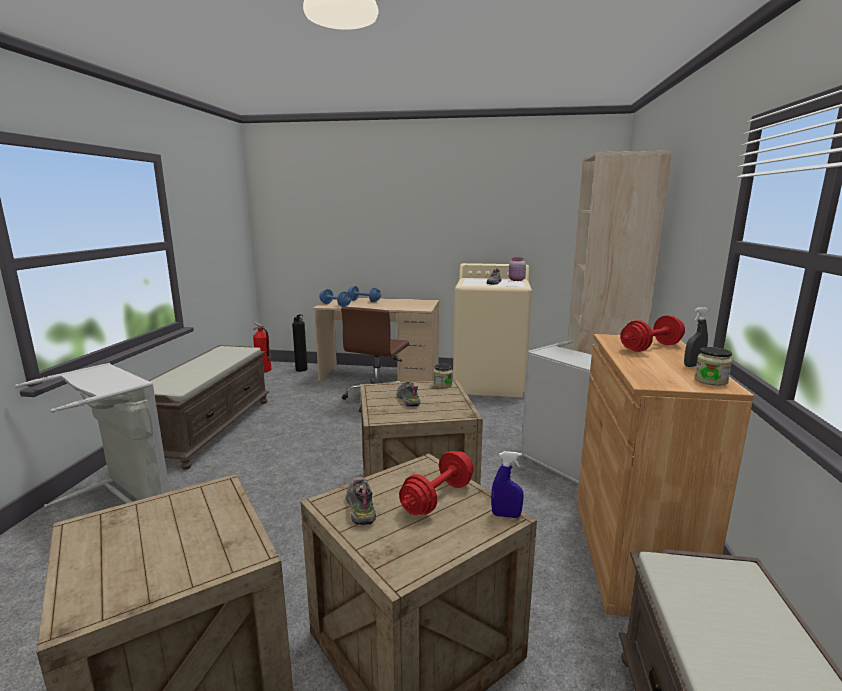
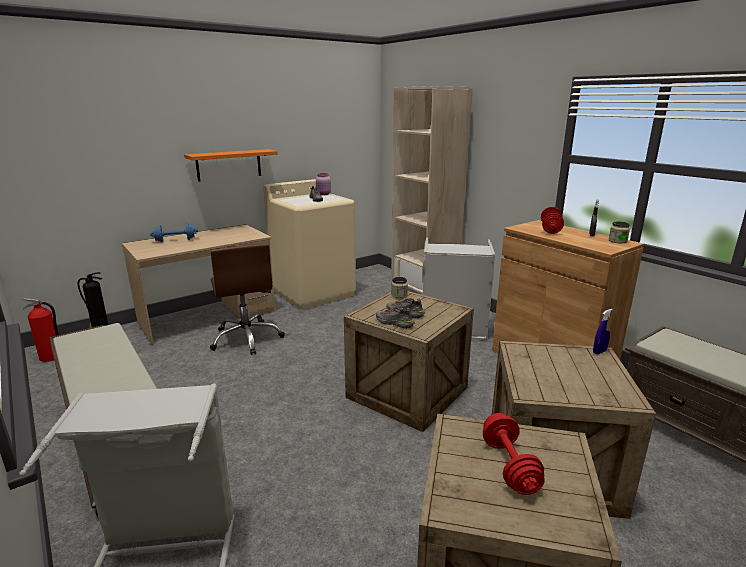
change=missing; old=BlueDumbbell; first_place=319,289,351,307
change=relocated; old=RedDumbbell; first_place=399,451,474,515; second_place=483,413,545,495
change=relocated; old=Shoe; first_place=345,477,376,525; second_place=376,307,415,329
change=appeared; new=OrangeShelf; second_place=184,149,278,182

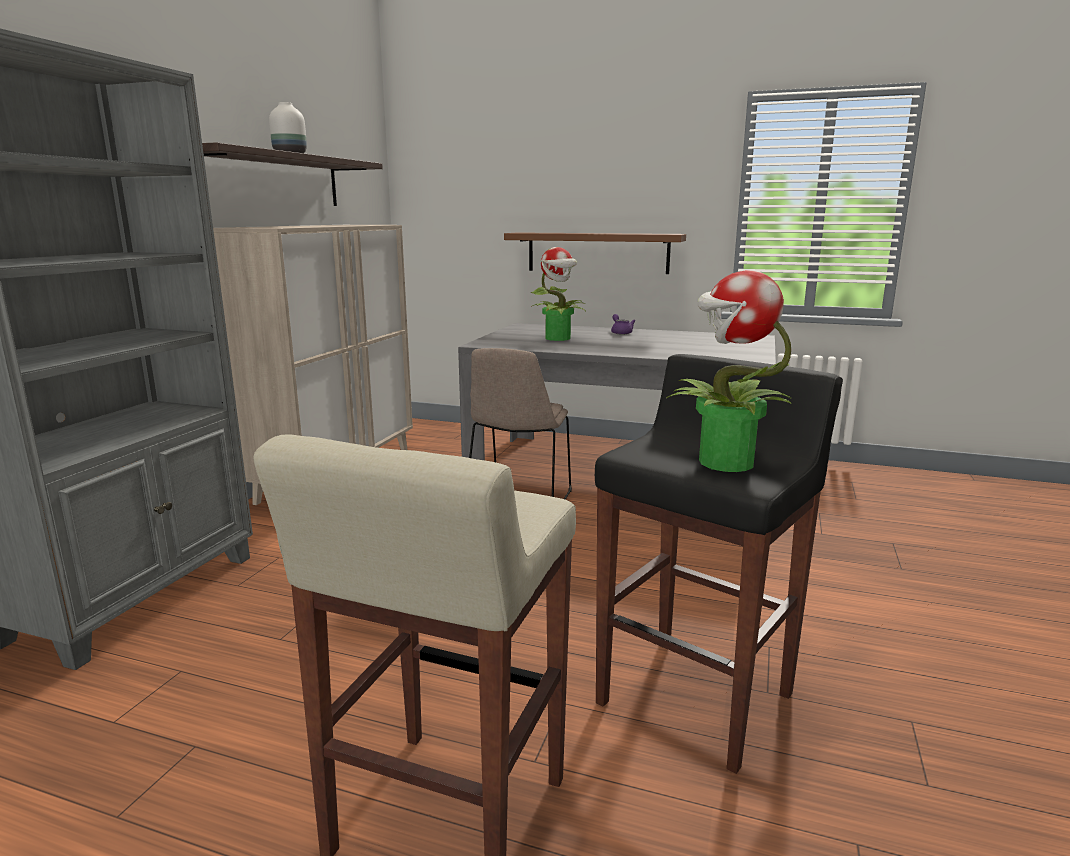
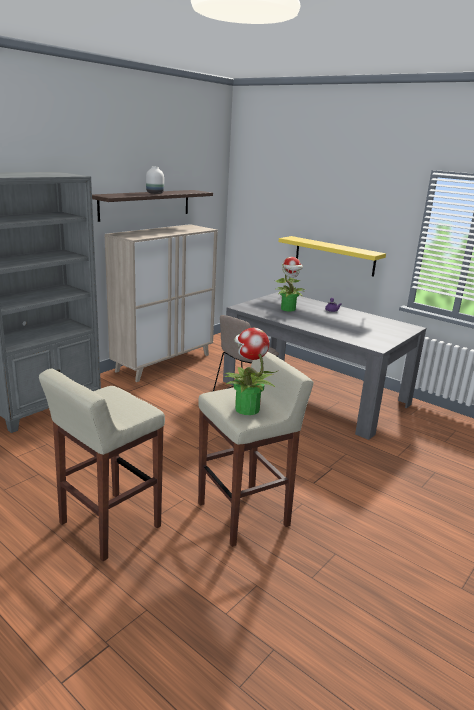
change=colour; old=BrownShelf; new=YellowShelf; first_place=504,232,686,274; second_place=279,236,386,277
change=colour; old=BlackStool; new=BeigeStool; first_place=595,354,843,774; second_place=198,351,313,547

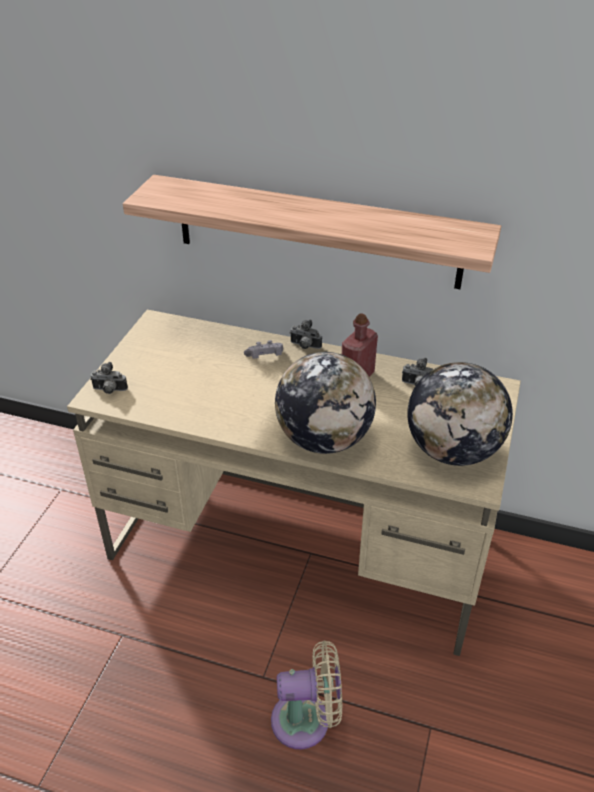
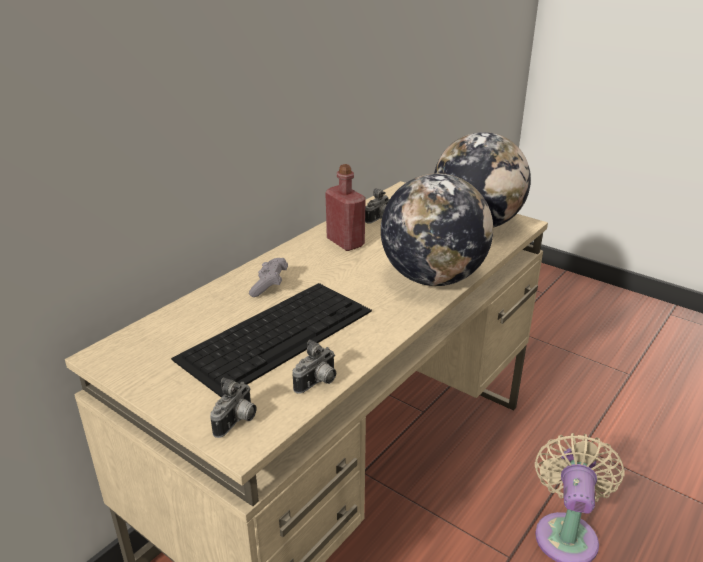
change=missing; old=Shelf; first_place=123,175,501,289
change=relocated; old=PhotoCamera; first_place=290,320,322,349; second_place=292,340,336,393
change=appeared; new=Keyboard; second_place=171,283,372,397

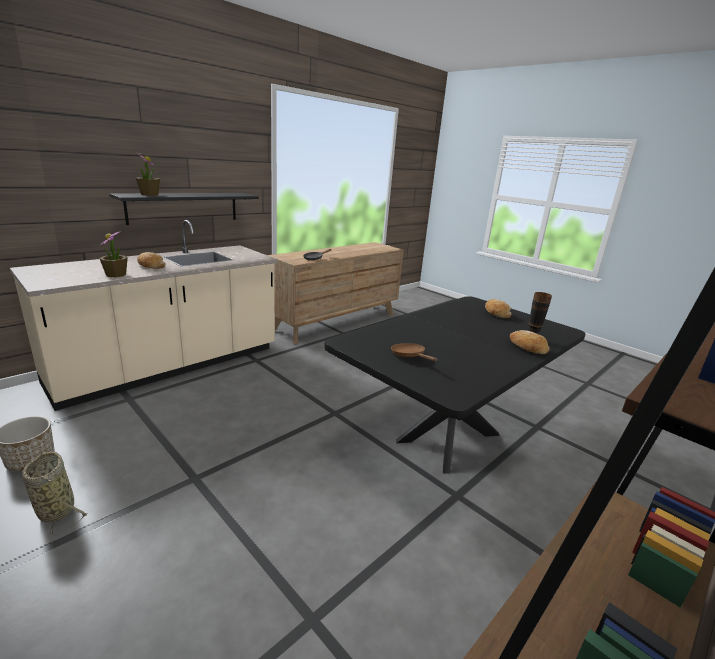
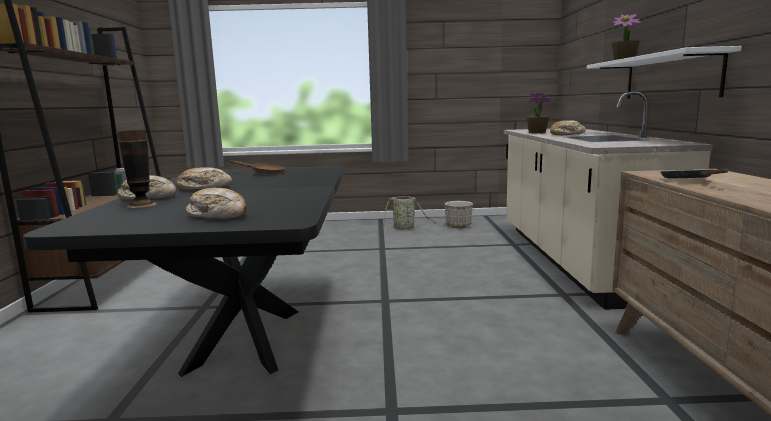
change=colour; old=BlackShelf; new=WhiteShelf; first_place=109,193,259,225; second_place=587,46,742,99
change=appeared; new=Bread; second_place=176,167,232,191

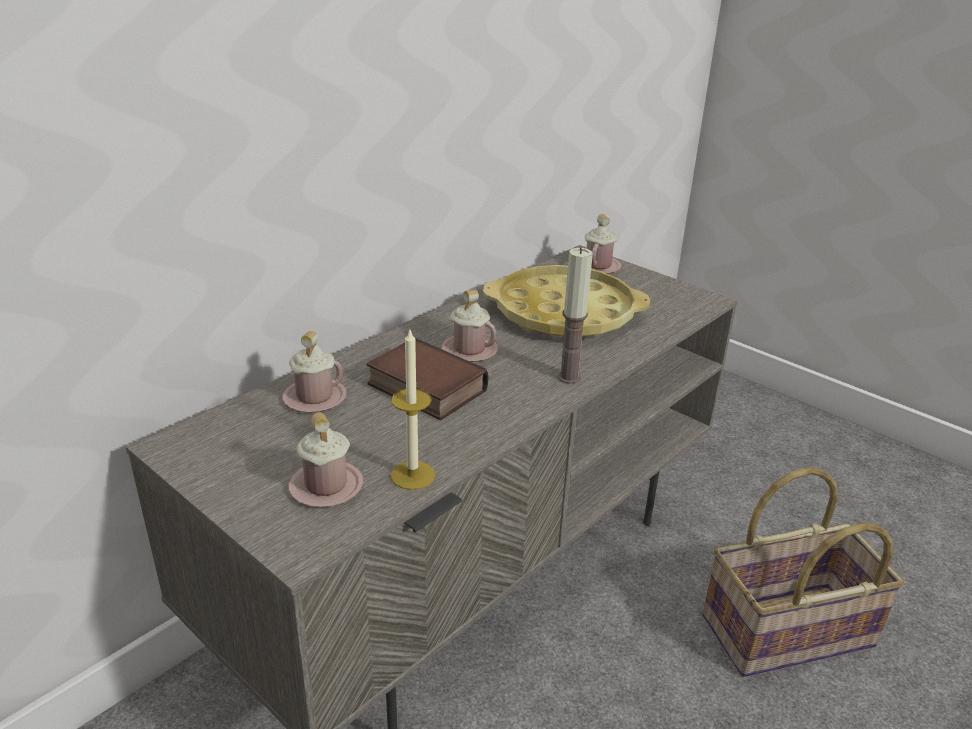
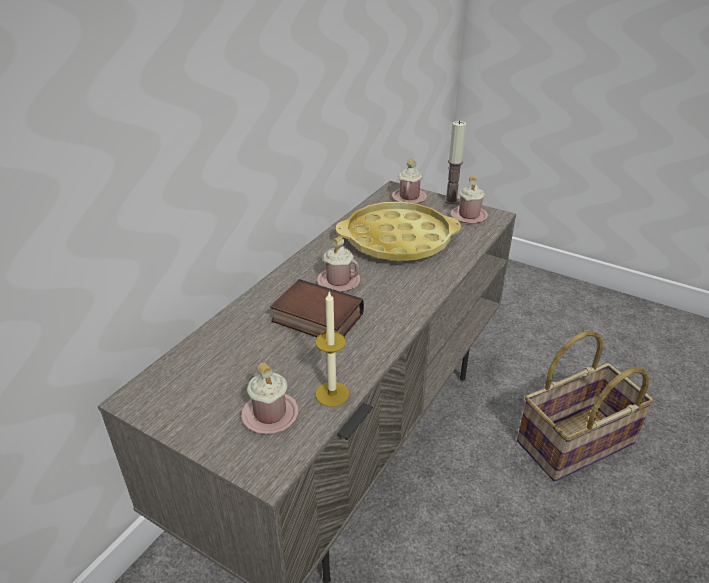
change=relocated; old=Candle; first_place=557,247,593,384; second_place=444,121,466,204
change=relocated; old=PinkMug; first_place=282,331,347,413; second_place=451,176,488,223

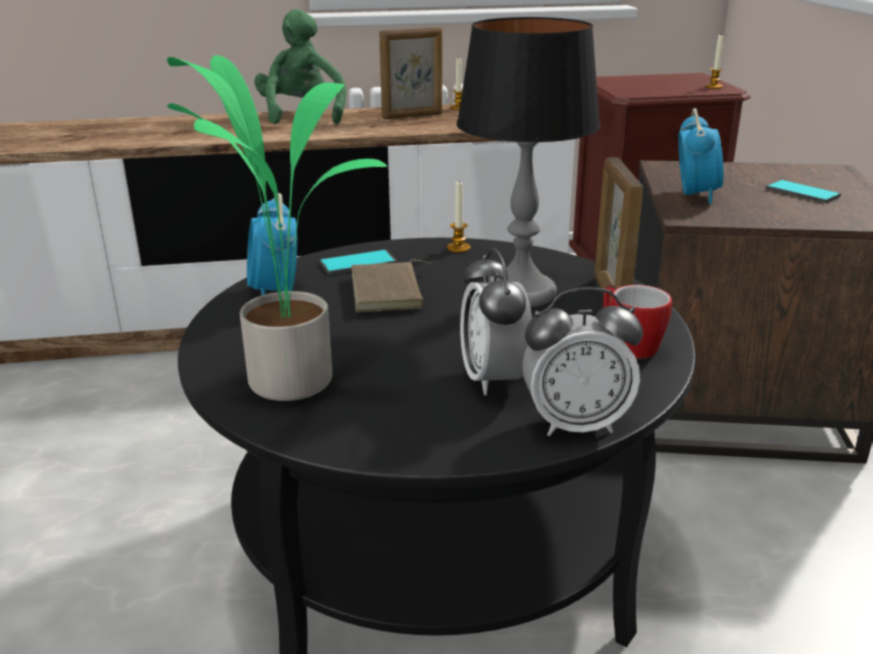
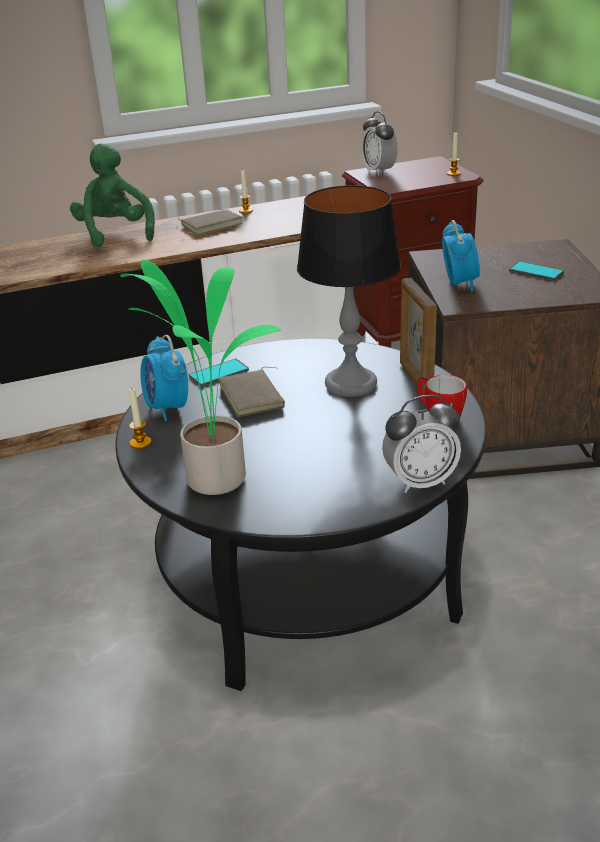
change=exchanged; old=PictureFrame; new=BrownBook; first_place=379,27,442,119; second_place=177,209,242,235
change=relocated; old=Candle; first_place=447,182,470,253; second_place=129,387,151,449
change=relocated; old=AlarmClock; first_place=460,248,532,395; second_place=361,111,398,176

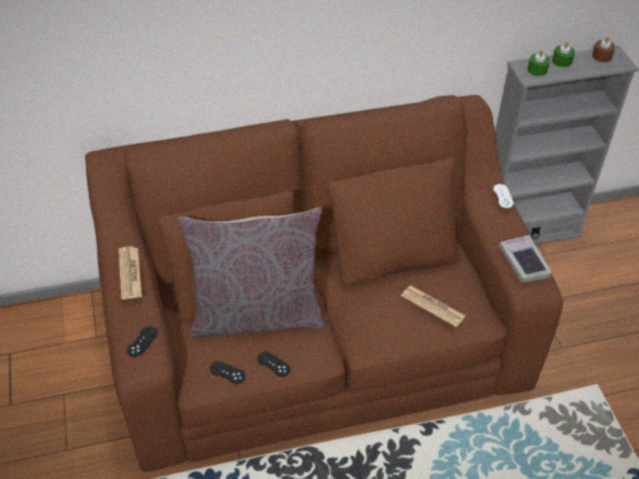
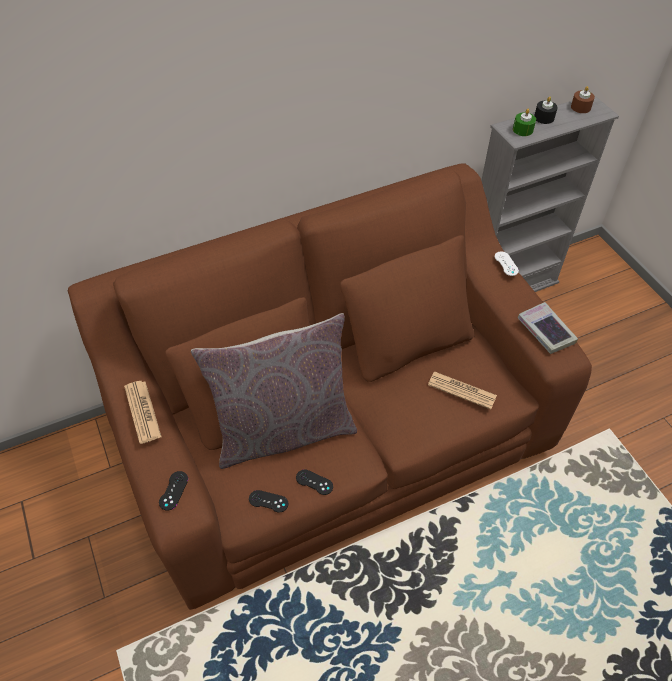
change=colour; old=GreenCandle; new=BlackCandle; first_place=552,42,575,68; second_place=534,97,558,124

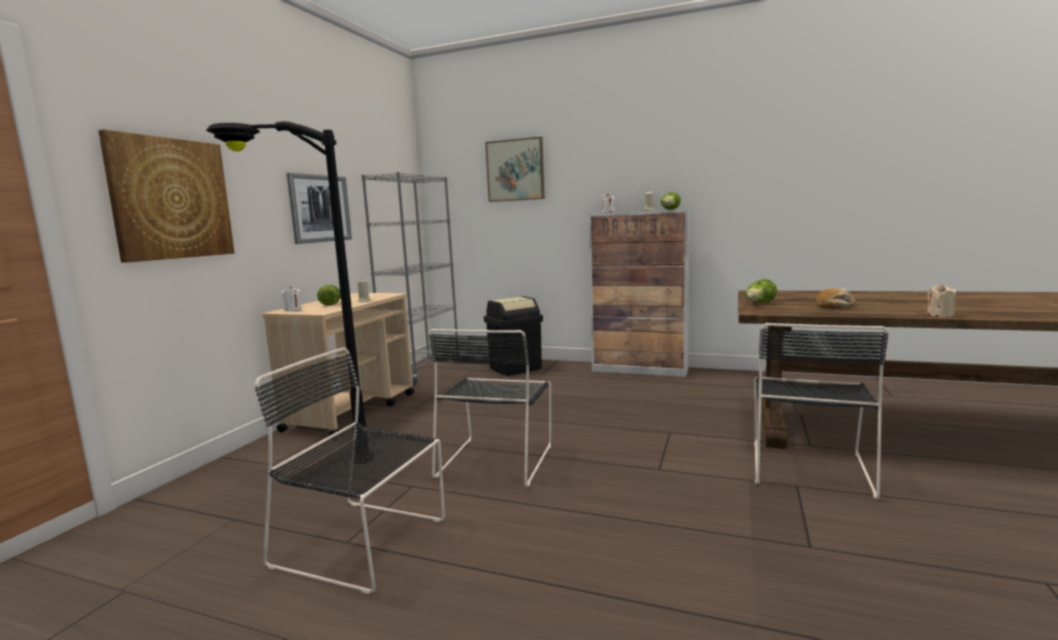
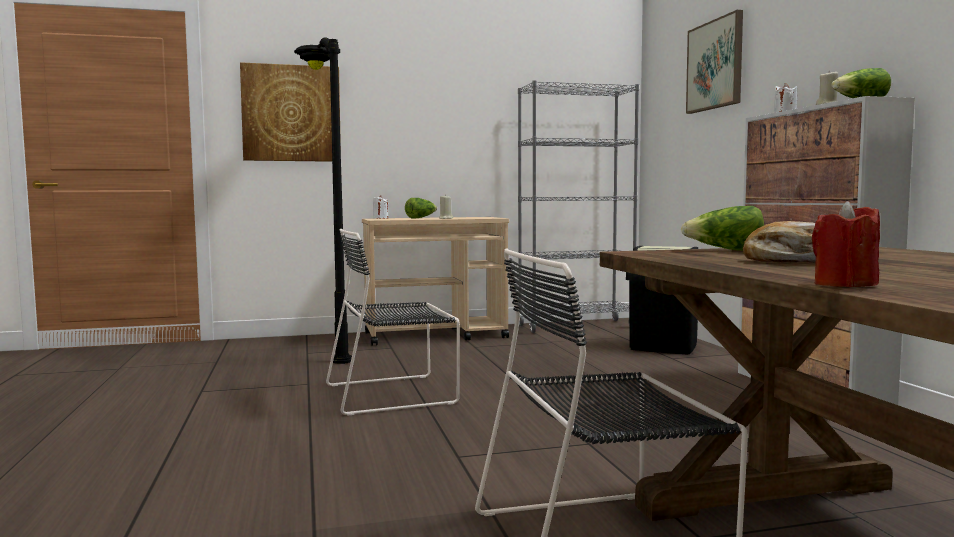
change=missing; old=Picture; first_place=286,173,352,244
change=colour; old=BeigeCandle; new=RedCandle; first_place=927,284,956,317; second_place=812,201,880,287
change=missing; old=BlackChair; first_place=255,348,445,594

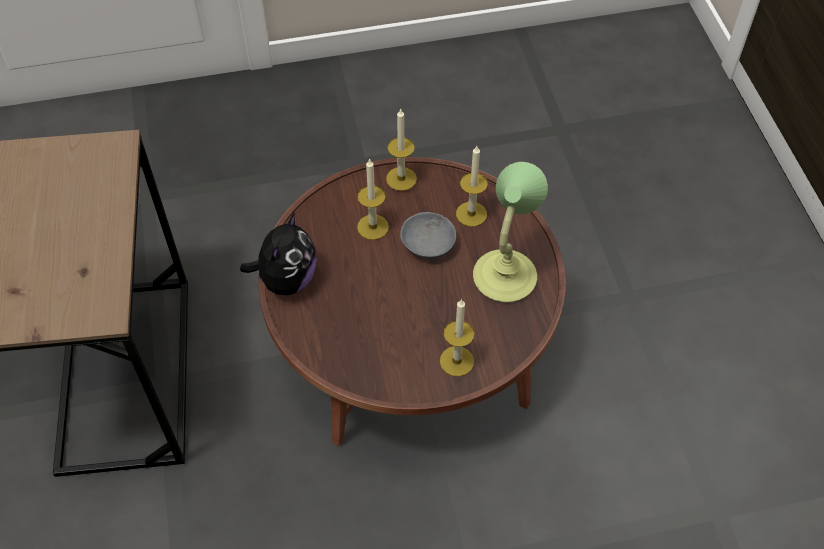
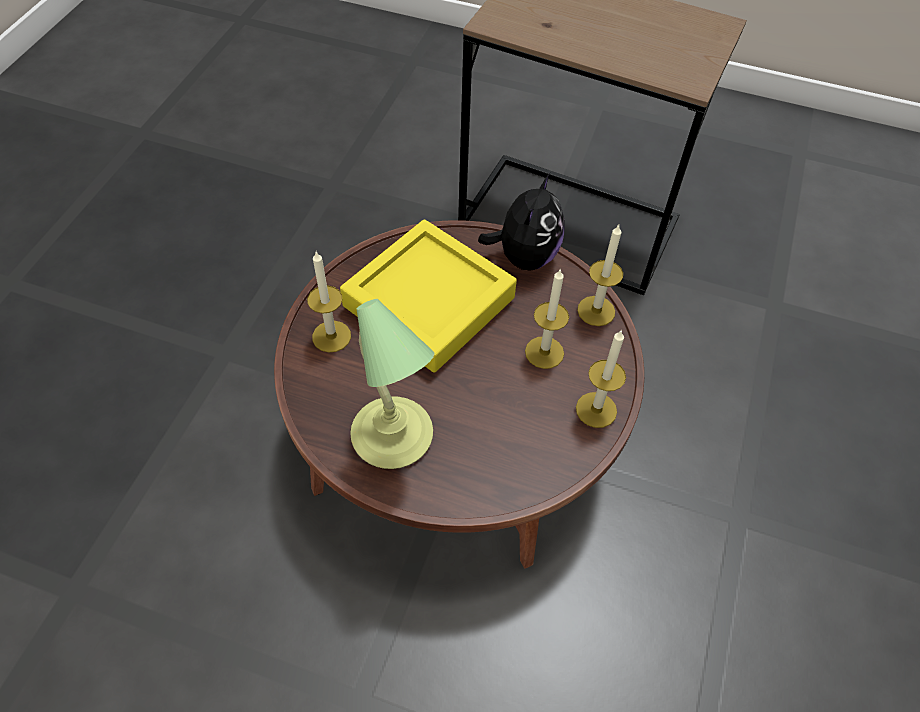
change=relocated; old=Candle; first_place=456,146,488,227; second_place=577,225,623,326
change=spun; old=PlushToy; first_place=240,212,317,295; second_place=478,173,564,271; degrees=-120
change=missing; old=GreyBowl; first_place=400,212,456,259
change=appeared; new=YellowTray; second_place=340,219,517,372

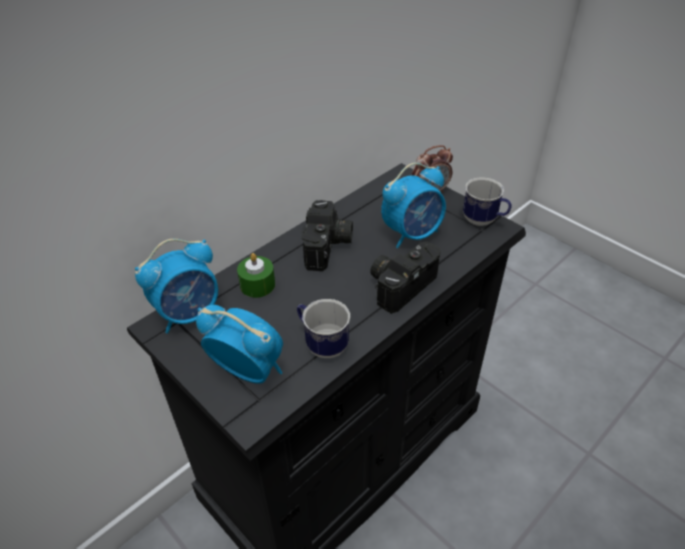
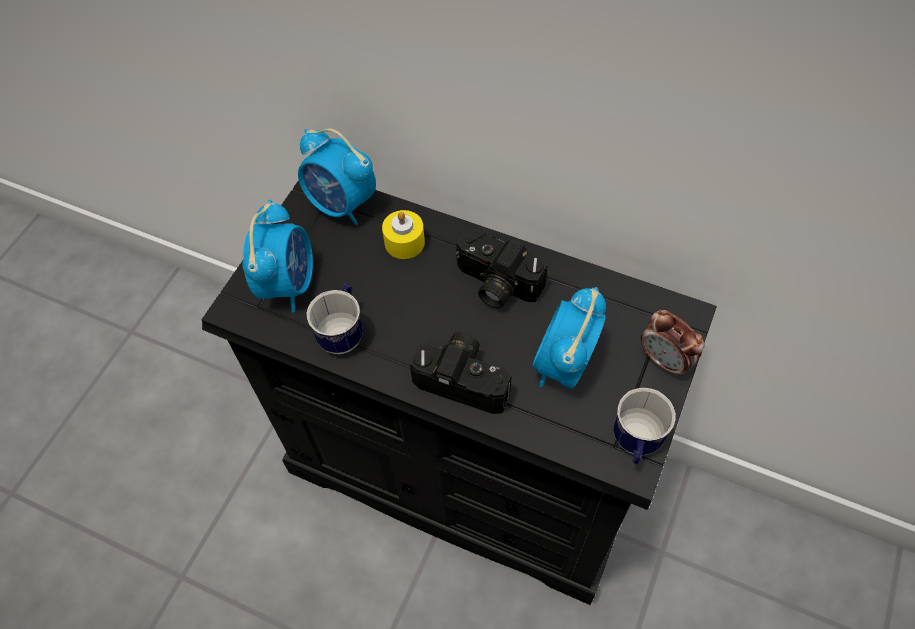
change=spun; old=AlarmClock; first_place=381,163,446,248; second_place=532,287,606,389; degrees=75
change=spun; old=PhotoCamera; first_place=301,200,353,271; second_place=455,228,548,308; degrees=45
change=colour; old=GreenCandle; new=YellowCandle; first_place=237,253,275,298; second_place=382,210,425,259

